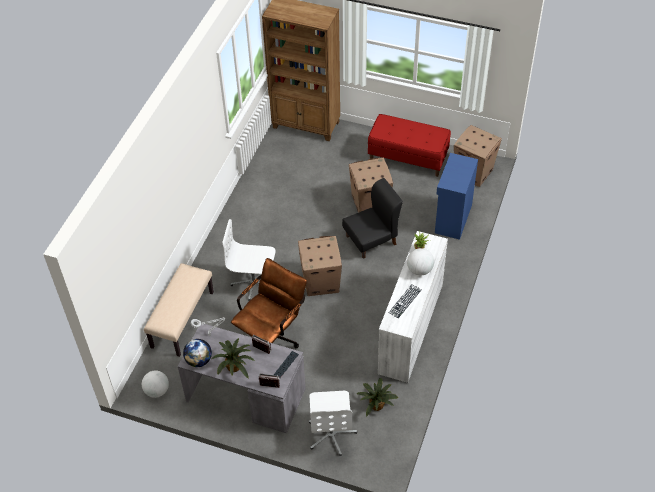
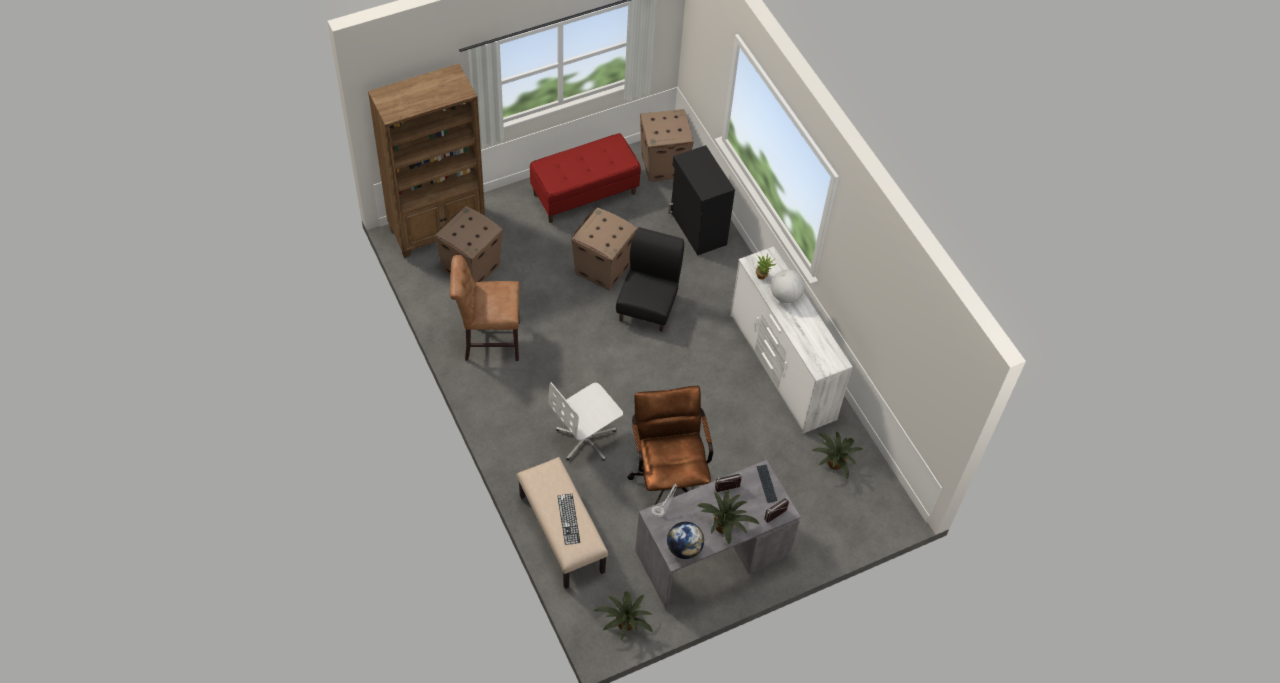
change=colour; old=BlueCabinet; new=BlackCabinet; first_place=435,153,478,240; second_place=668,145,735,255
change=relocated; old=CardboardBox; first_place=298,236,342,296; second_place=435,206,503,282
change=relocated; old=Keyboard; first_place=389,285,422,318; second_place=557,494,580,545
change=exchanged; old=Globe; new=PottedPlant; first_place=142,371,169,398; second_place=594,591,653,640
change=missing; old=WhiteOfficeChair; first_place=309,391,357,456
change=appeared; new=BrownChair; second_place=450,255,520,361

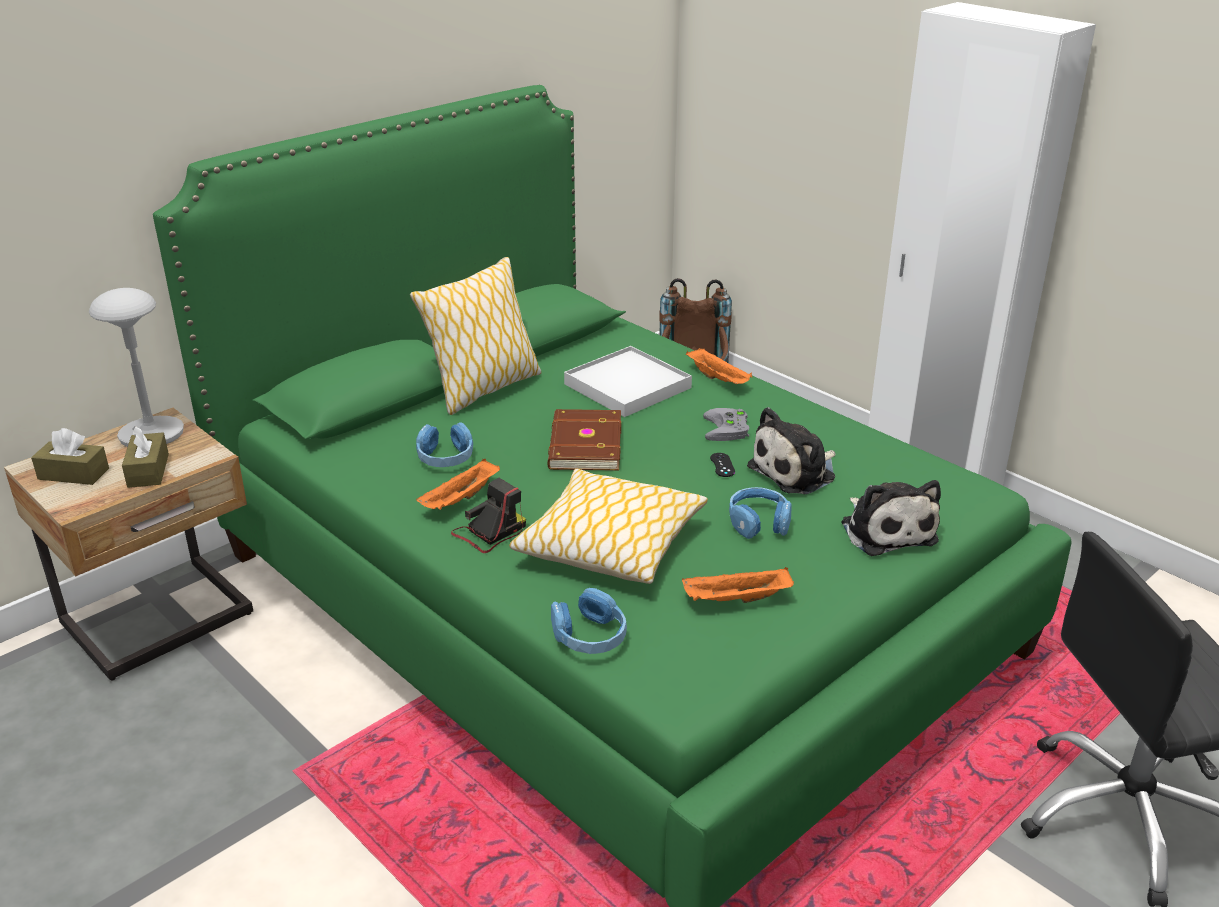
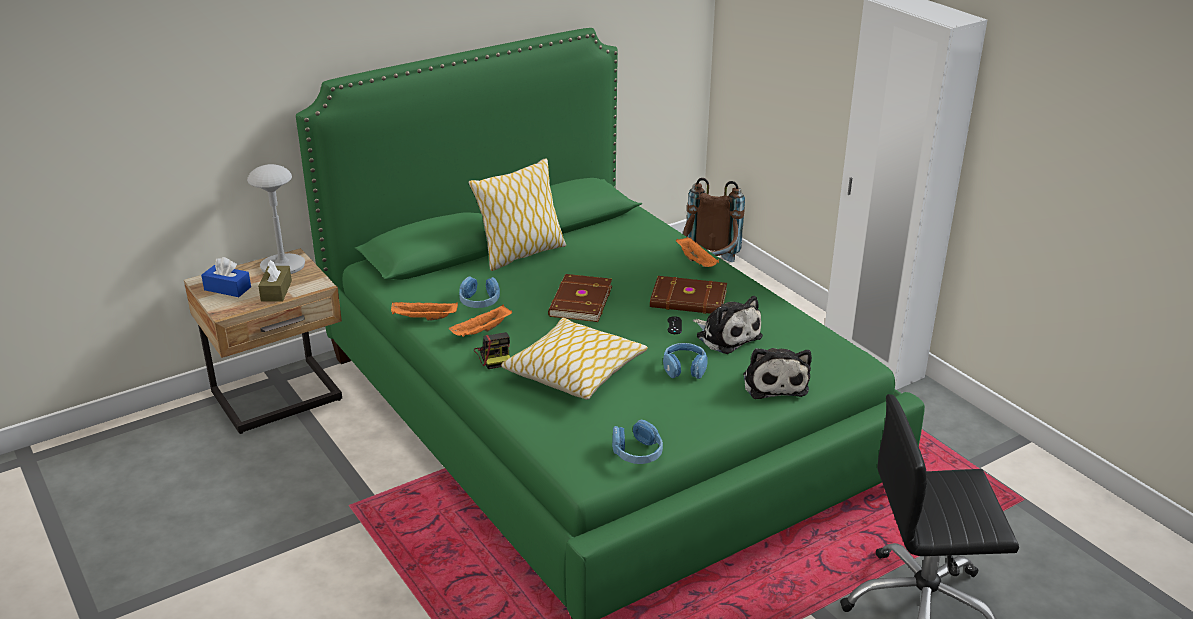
change=missing; old=WhiteTray; first_place=564,346,692,417
change=spun; old=PlushToy; first_place=747,407,836,494; second_place=693,296,763,354; degrees=-105
change=exchanged; old=GreyGameController; new=BrownBook; first_place=703,408,749,441; second_place=650,276,727,314
change=colour; old=BrownTissueBox; new=BlueTissueBox; first_place=31,428,109,485; second_place=201,257,251,297
change=spun; old=PhotoCamera; first_place=451,478,526,553; second_place=474,332,510,369; degrees=105
change=relocated; old=OrangeTray; first_place=682,567,794,603; second_place=391,302,458,321
change=relocated; old=BlueHeadphones; first_place=551,588,627,654; second_place=612,420,663,464

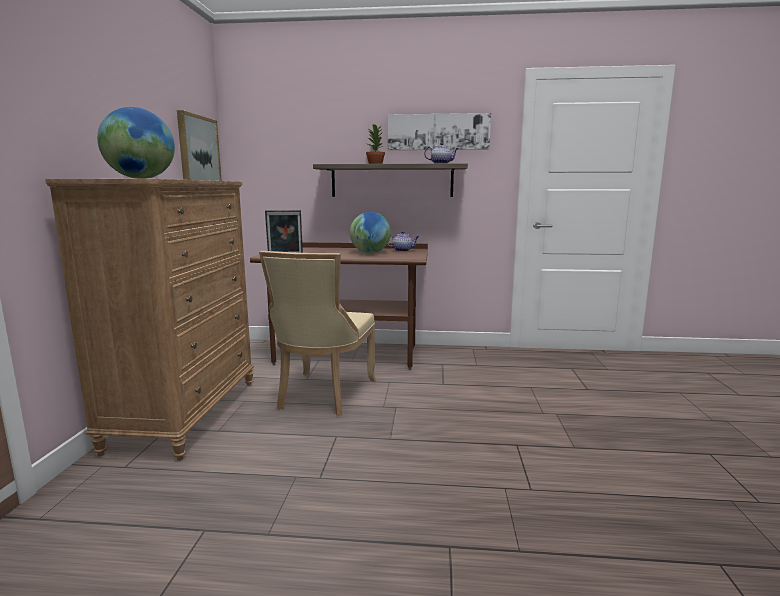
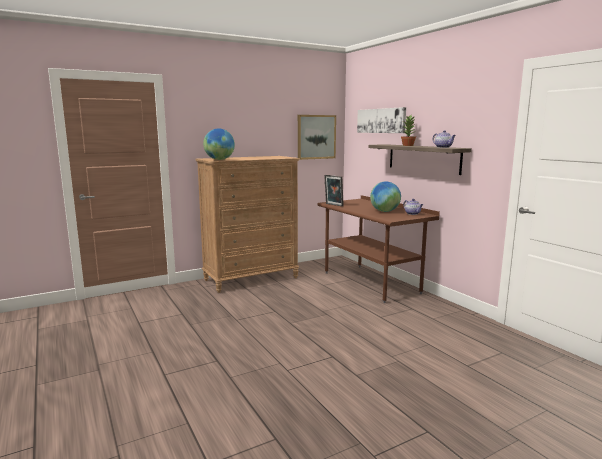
change=relocated; old=Picture; first_place=388,113,491,150; second_place=357,107,406,133
change=missing; old=BeigeChair; first_place=259,251,376,416

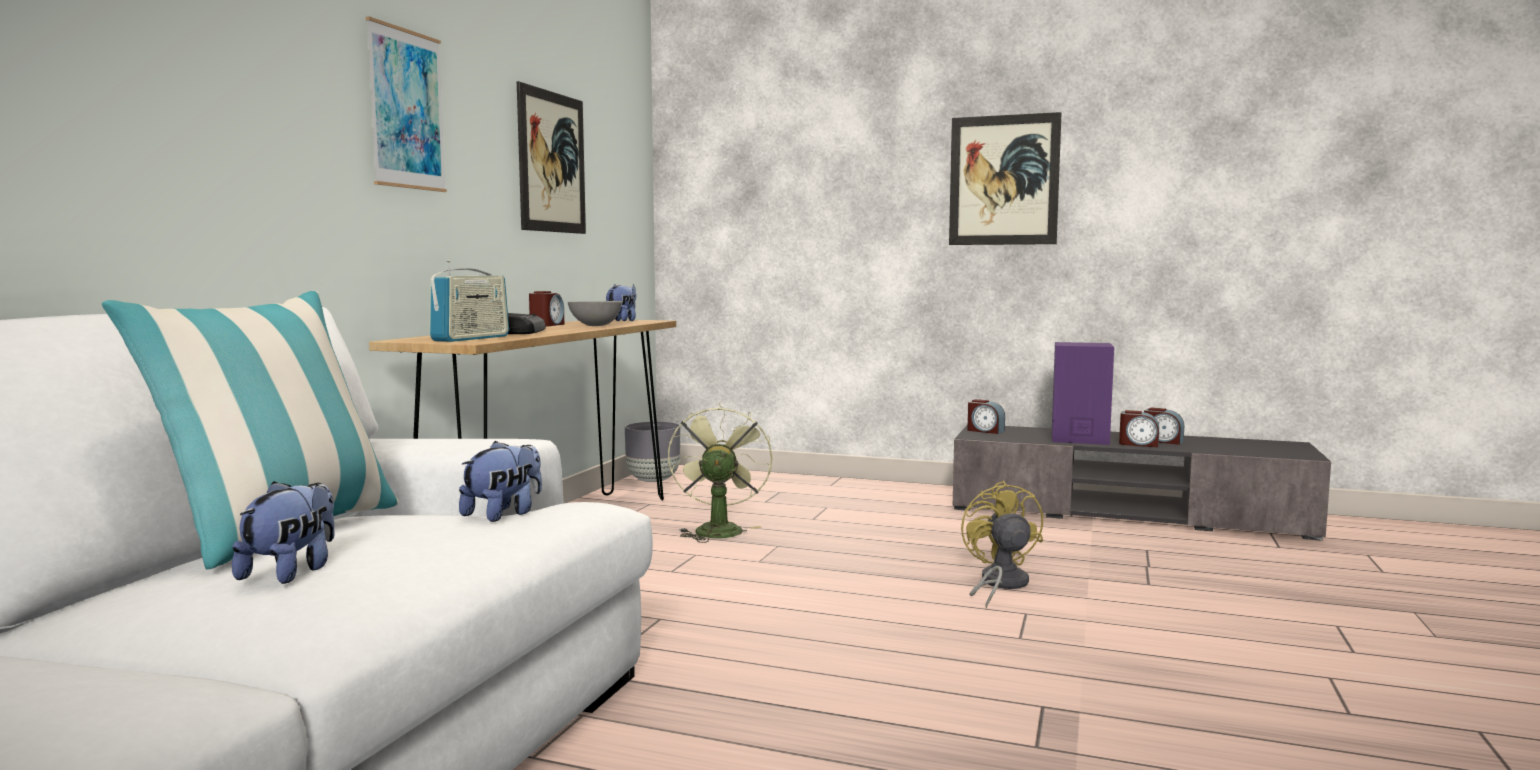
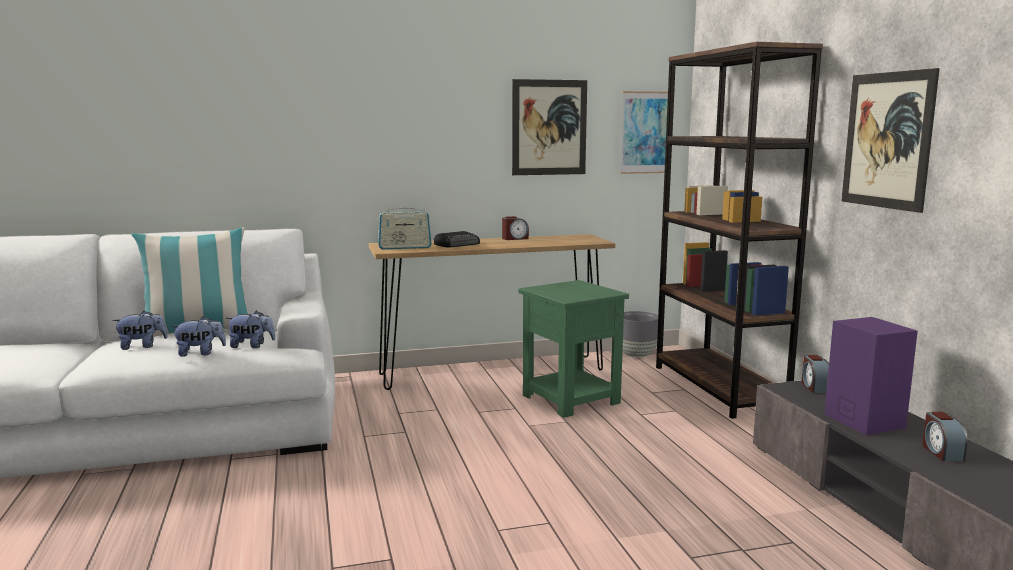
change=relocated; old=Picture; first_place=366,16,447,192; second_place=620,91,668,174
change=relocated; old=PlushToy; first_place=606,284,636,321; second_place=171,317,226,357
change=missing; old=GreyBowl; first_place=568,301,622,326
change=exchanged; old=GreenFan; new=GreenSideTable; first_place=668,403,773,543; second_place=519,280,629,418
change=missing; old=AlarmClock; first_place=1119,410,1159,447
change=missing; old=YellowFan; first_place=961,481,1043,608
change=appeared; new=BrownBookcase; second_place=656,42,823,419

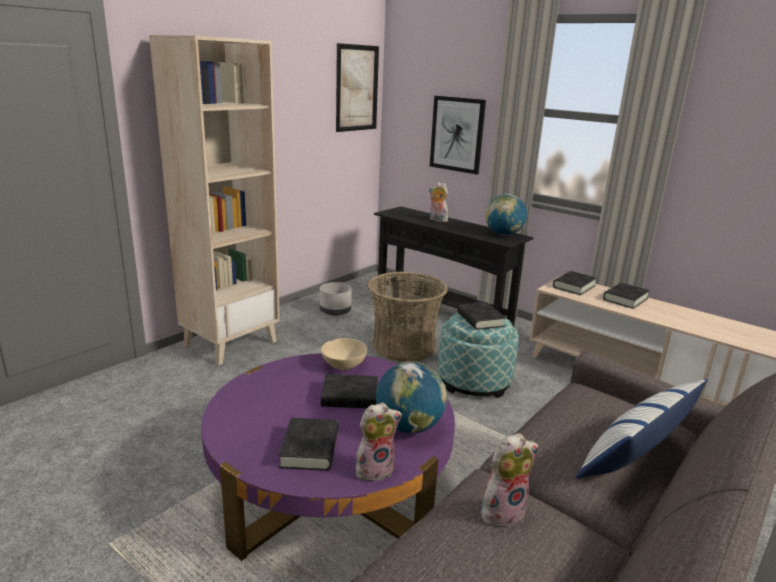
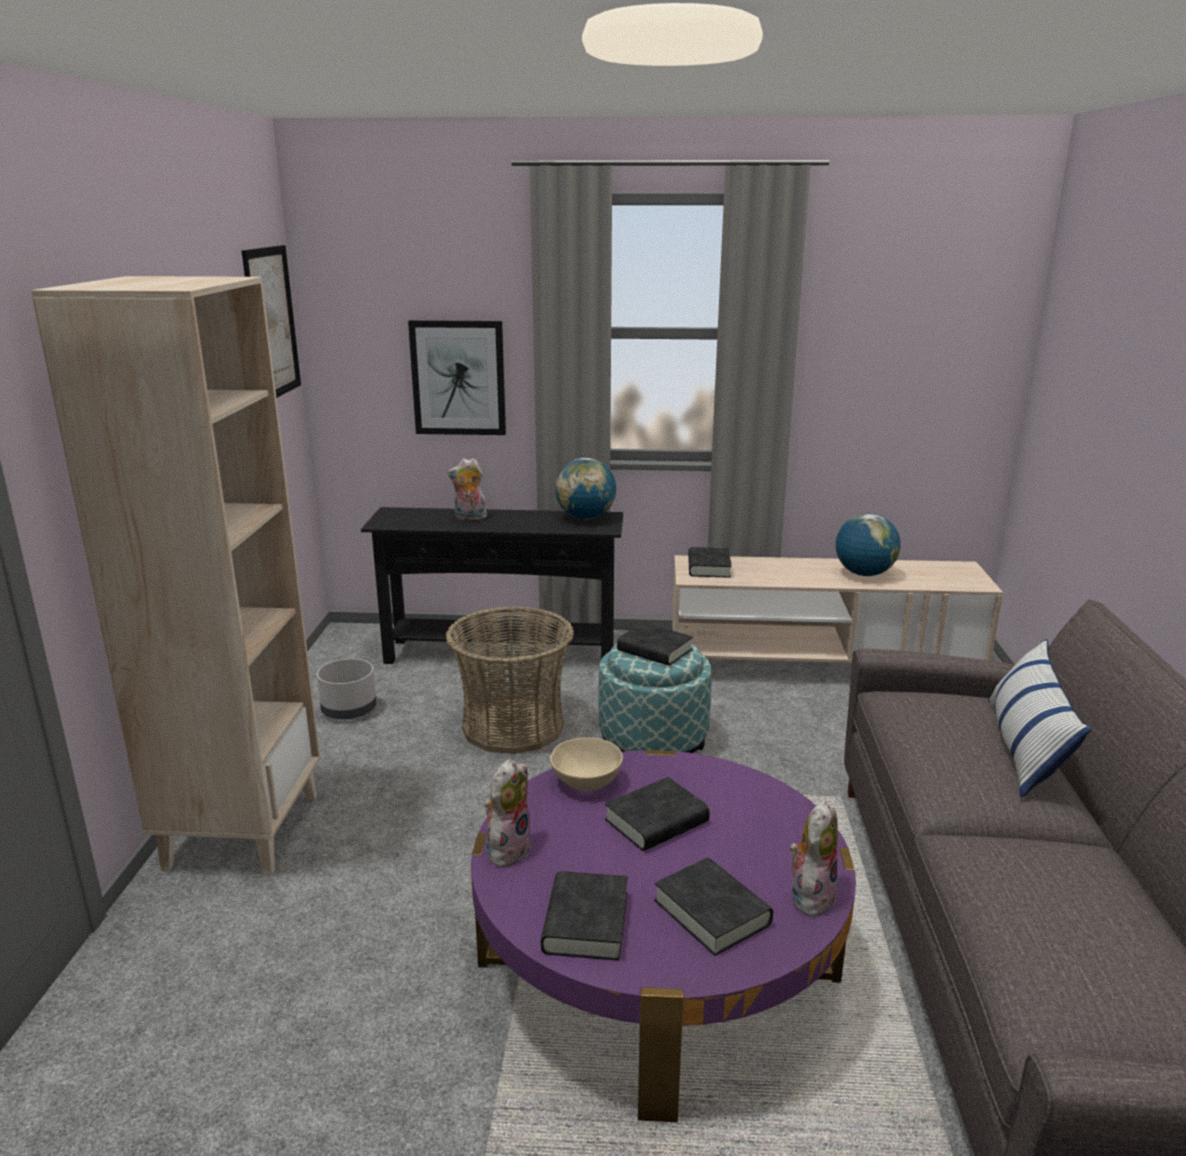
change=relocated; old=BlackBook; first_place=603,283,650,309; second_place=541,871,628,961
change=relocated; old=Globe; first_place=376,361,447,434; second_place=835,514,901,576
change=relocated; old=PlushToy; first_place=481,433,539,528; second_place=484,759,532,867

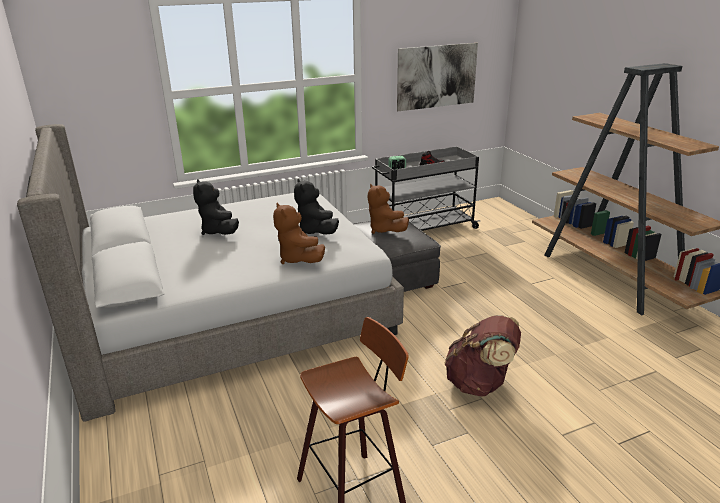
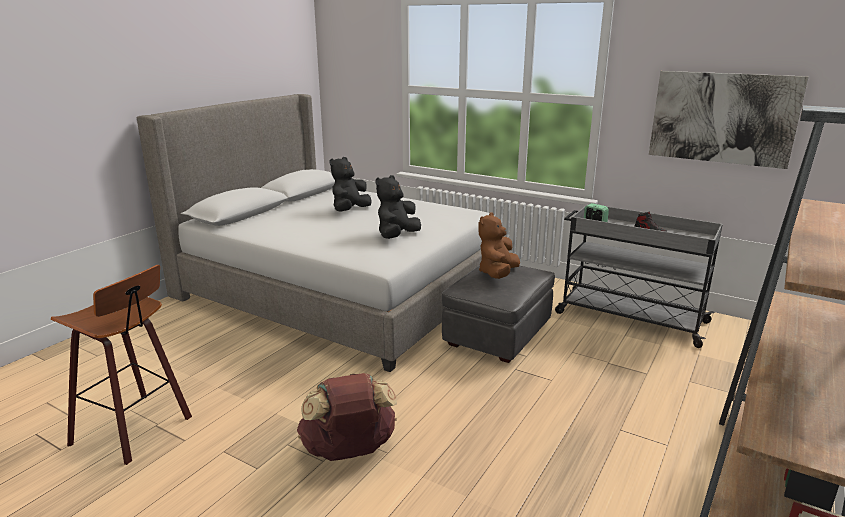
change=missing; old=BrownPlushToy; first_place=273,202,325,264

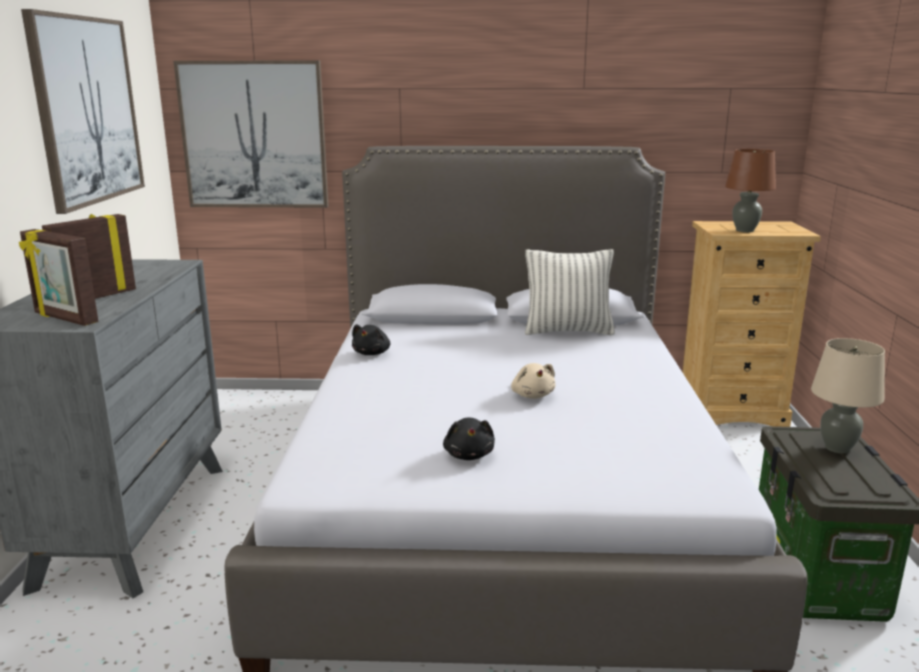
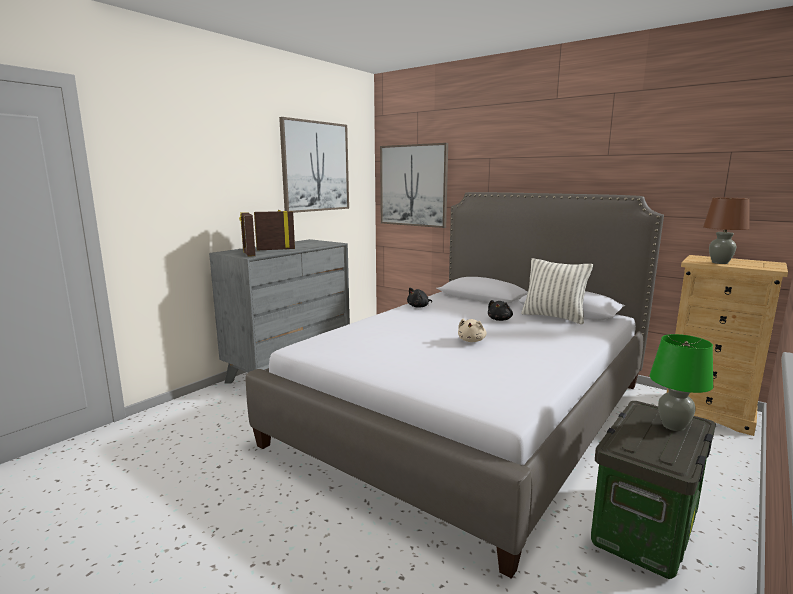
change=colour; old=BeigeTableLamp; new=GreenTableLamp; first_place=811,338,885,453; second_place=650,334,713,431
change=relocated; old=BlackPlushToy; first_place=443,417,495,460; second_place=488,300,513,321

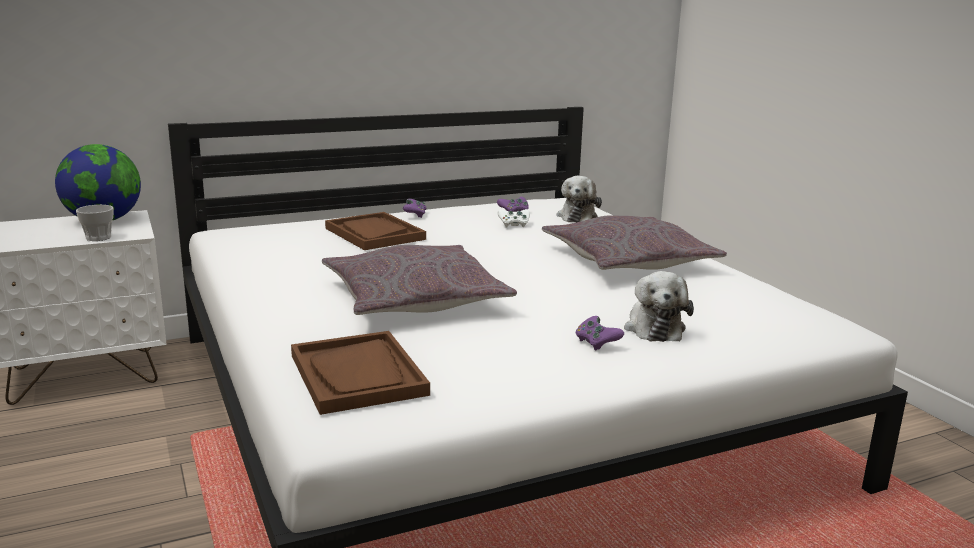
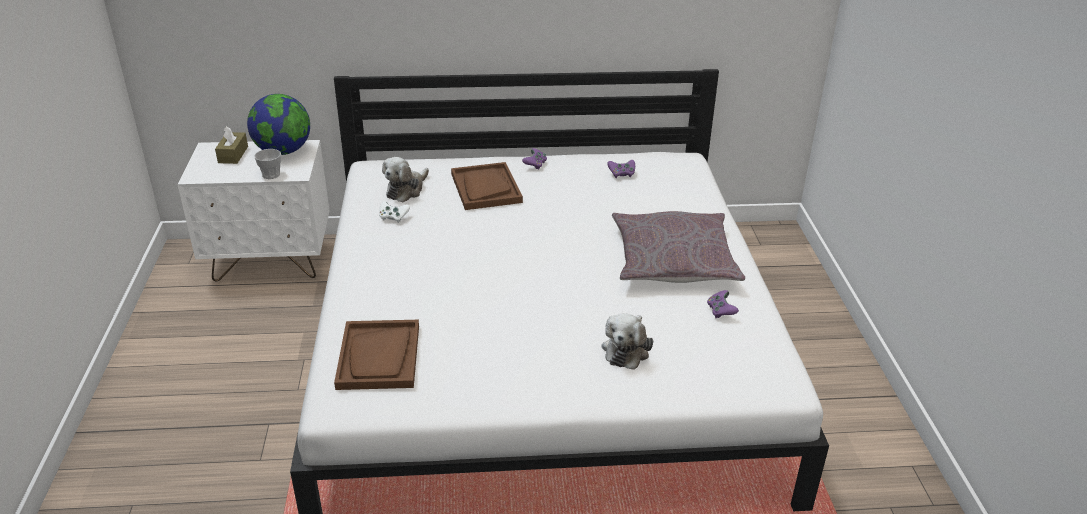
change=relocated; old=PlushToy; first_place=557,176,602,223; second_place=382,157,429,202
change=relocated; old=WhiteGameController; first_place=497,209,530,227; second_place=379,201,410,223
change=missing; old=GreyPillow; first_place=322,245,517,315
change=relocated; old=PurpleGameController; first_place=575,316,624,351; second_place=707,290,739,318
change=appeared; new=BrownTissueBox; second_place=215,126,248,164

